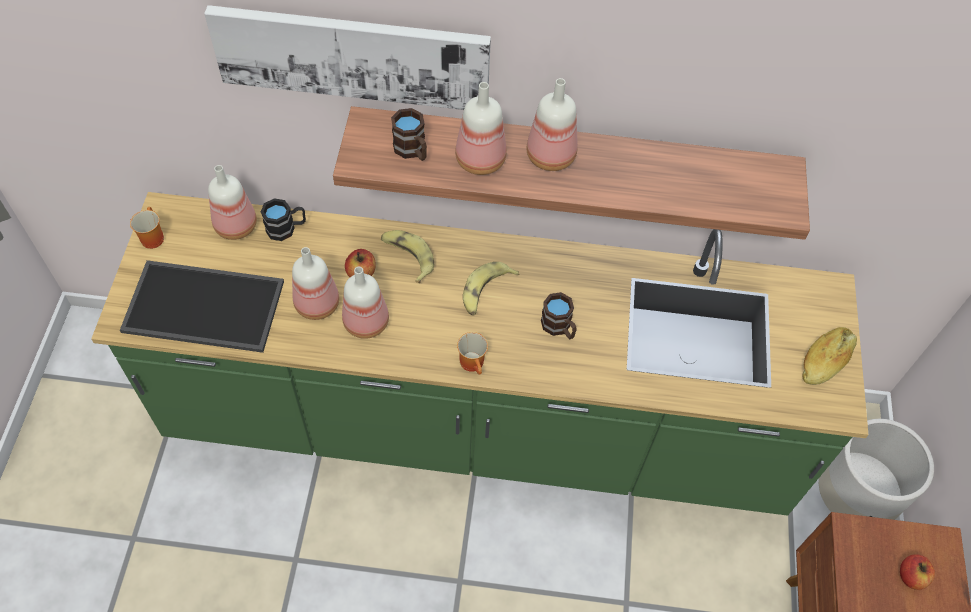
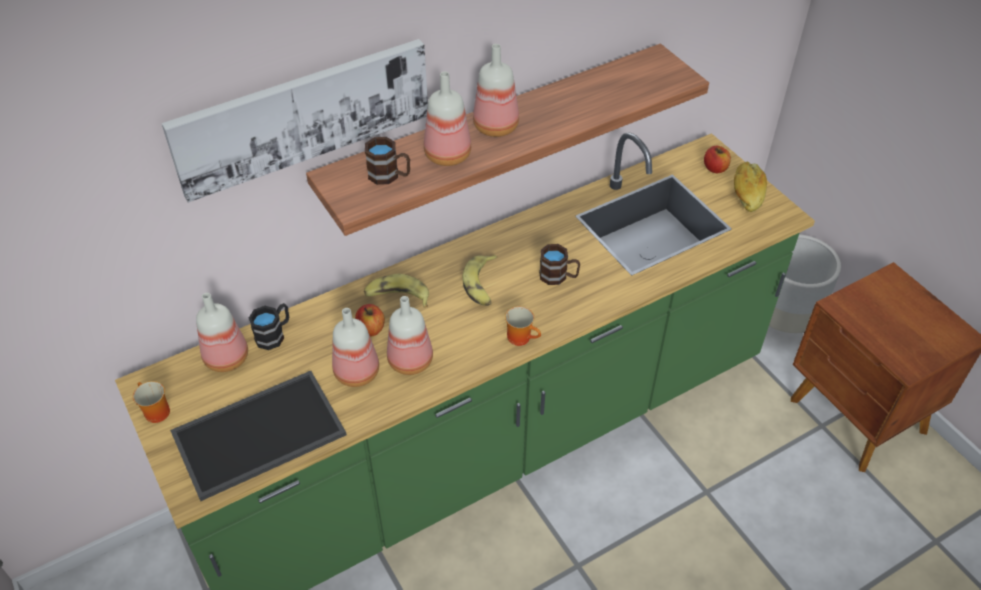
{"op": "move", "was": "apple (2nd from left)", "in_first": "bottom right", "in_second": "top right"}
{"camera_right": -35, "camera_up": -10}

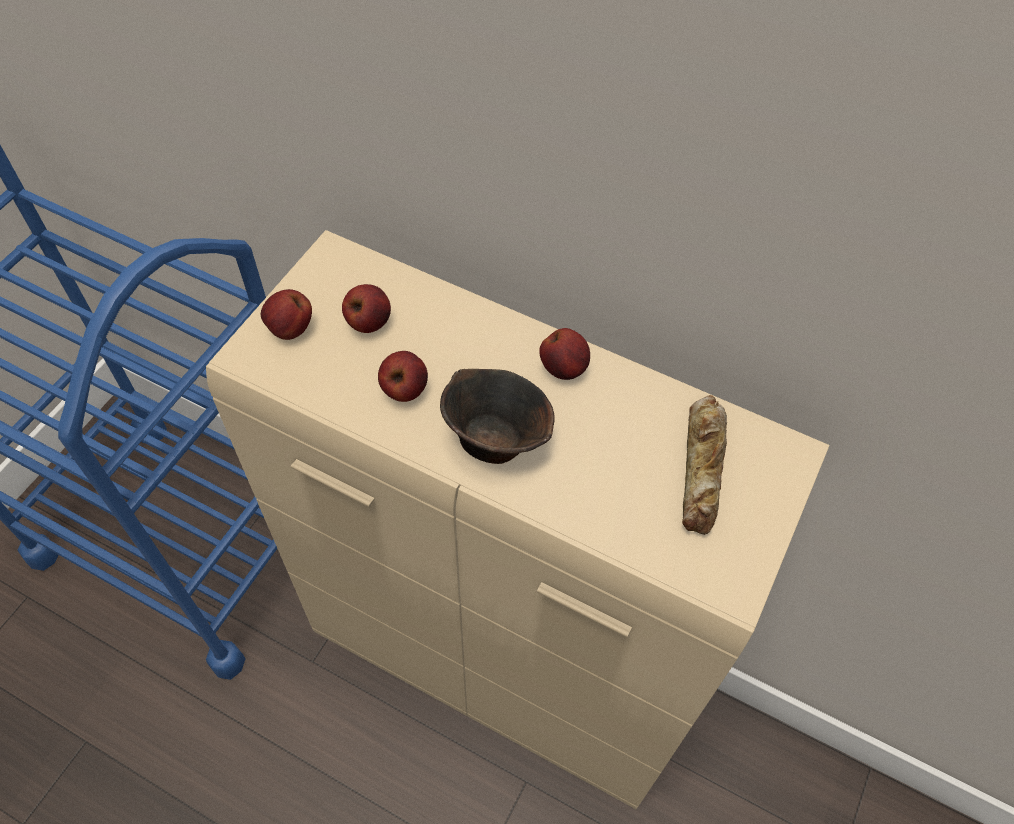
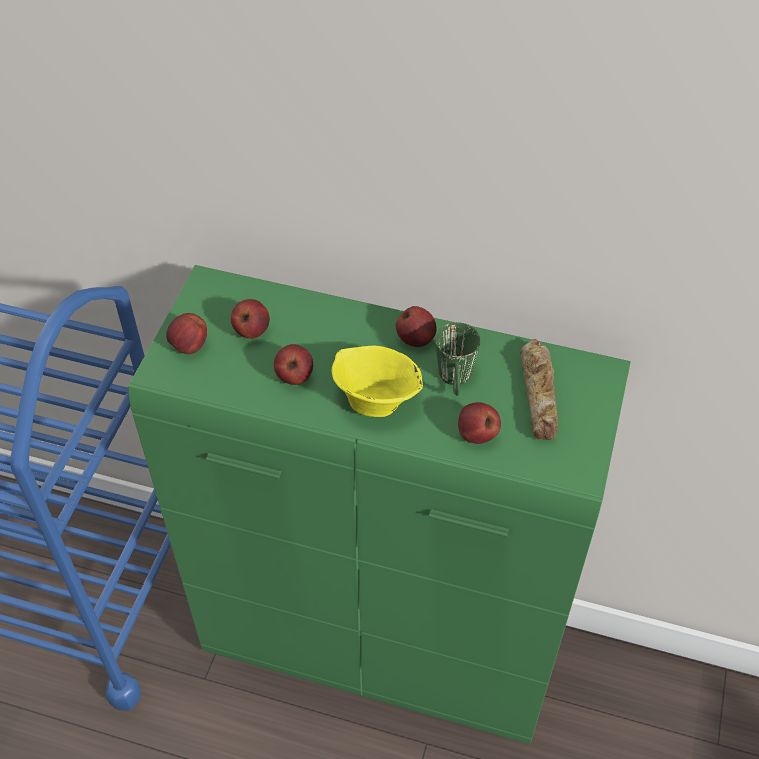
{"op": "recolor", "was": "cabinet in beige", "now": "cabinet in green", "in_first": "centre", "in_second": "centre"}
{"op": "recolor", "was": "bowl in brown", "now": "bowl in yellow", "in_first": "centre", "in_second": "centre"}
{"op": "insert", "now": "mug in green", "in_second": "centre"}
{"op": "insert", "now": "apple (5th from left)", "in_second": "centre"}
{"camera_right": -10, "camera_up": -5}

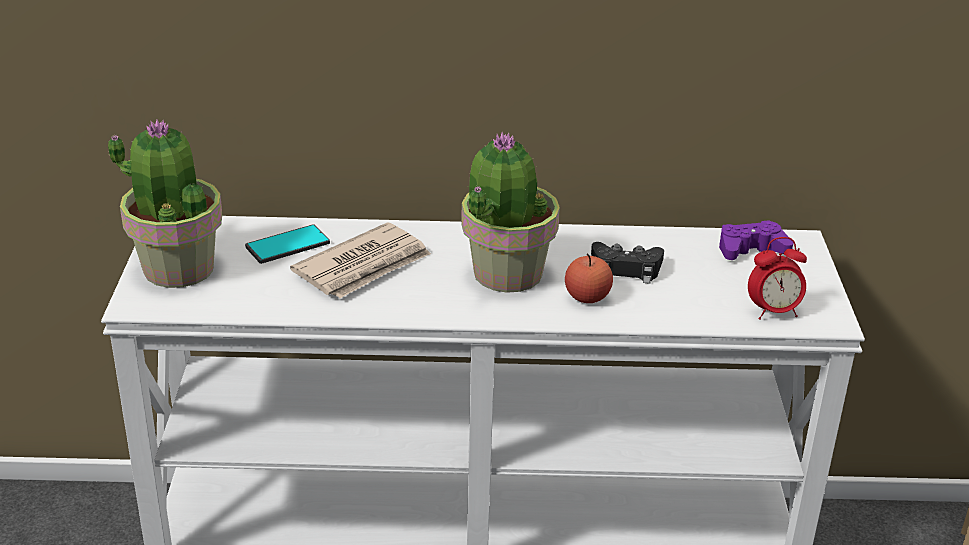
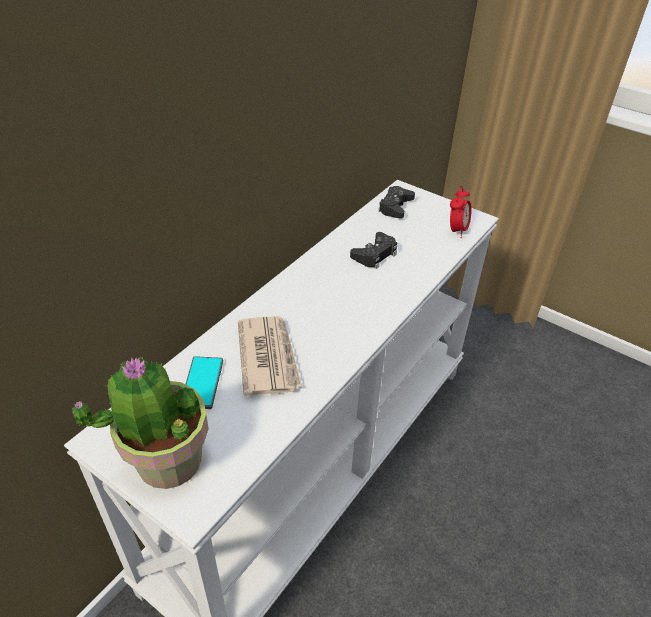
{"op": "delete", "was": "potted plant (2nd from left)", "in_first": "centre"}
{"op": "delete", "was": "apple", "in_first": "centre"}
{"op": "recolor", "was": "game controller in purple", "now": "game controller in black (2nd from left)", "in_first": "middle right", "in_second": "top centre"}
{"camera_right": -55, "camera_up": 10}

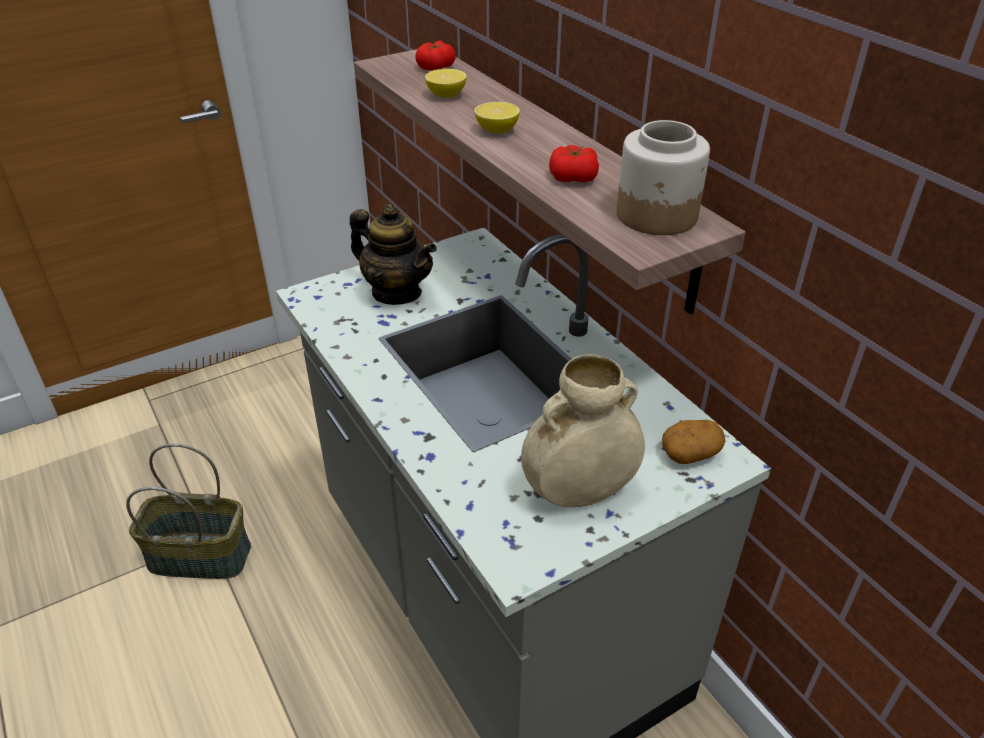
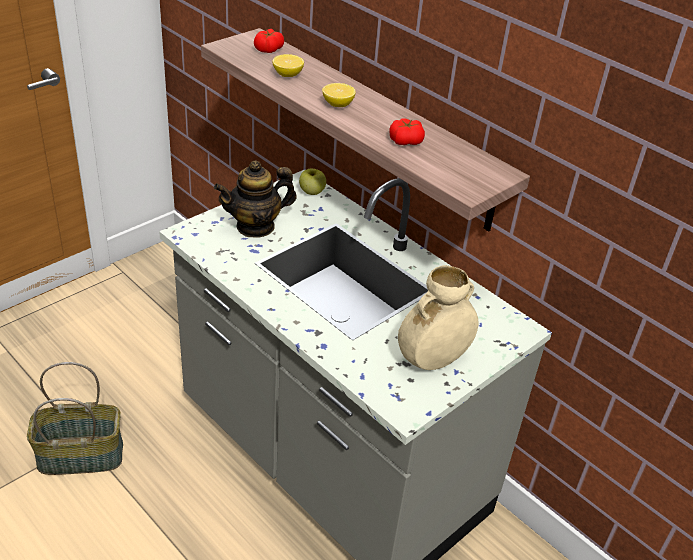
{"op": "rotate", "was": "teapot", "in_first": "centre", "in_second": "centre", "clockwise": 135}
{"op": "delete", "was": "jar", "in_first": "top right"}
{"op": "delete", "was": "potato", "in_first": "middle right"}
{"op": "insert", "now": "apple", "in_second": "top centre"}
{"camera_right": -15, "camera_up": 0}

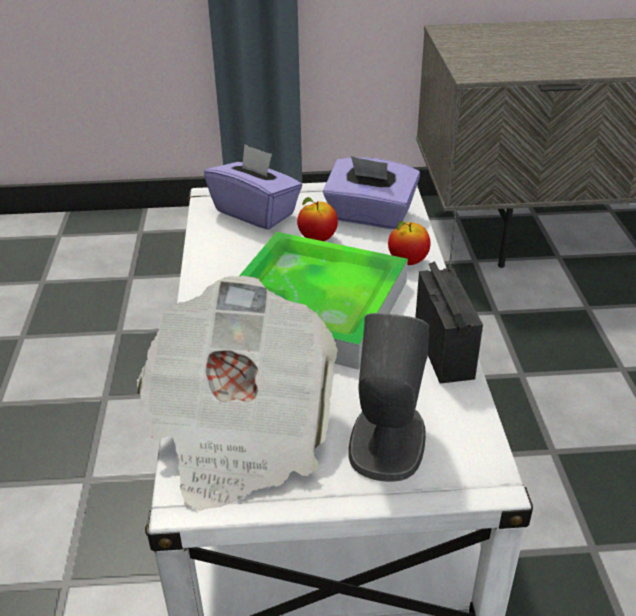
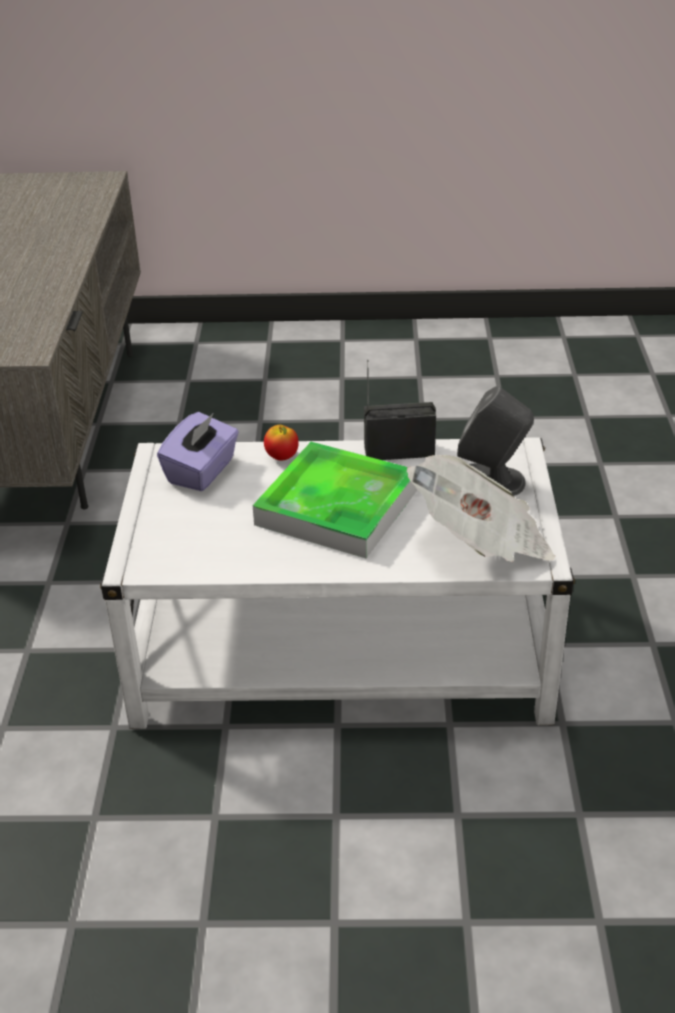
{"op": "delete", "was": "tissue box in purple (1st from left)", "in_first": "top centre"}
{"op": "delete", "was": "apple (1st from left)", "in_first": "centre"}
{"camera_right": -85, "camera_up": 0}

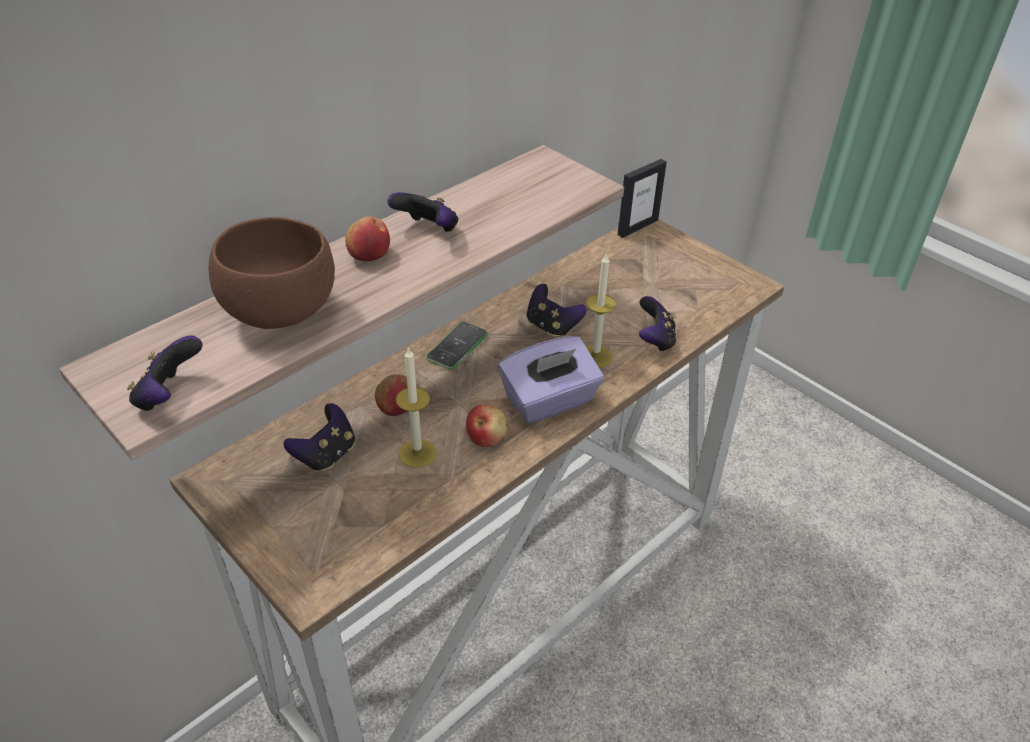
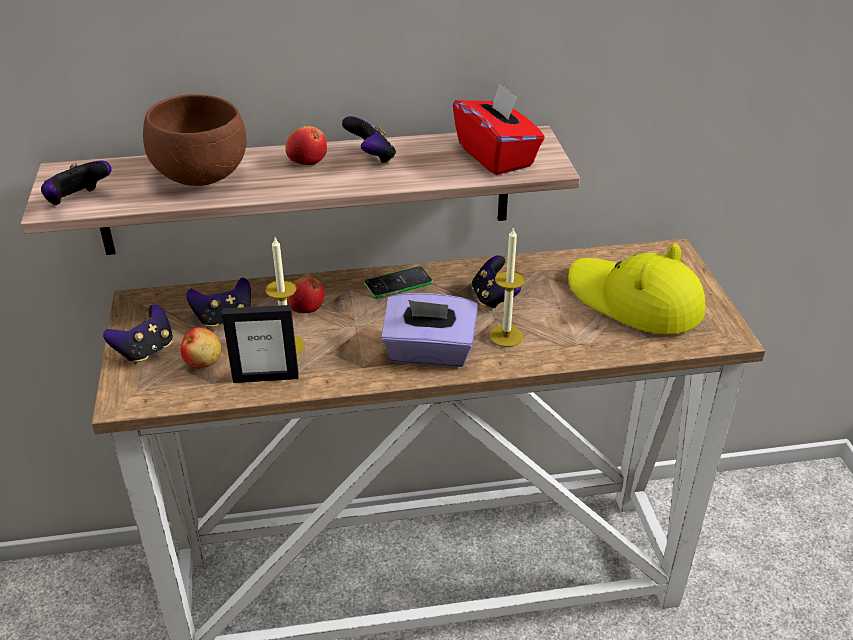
{"op": "move", "was": "apple (3rd from left in the first image)", "now": "apple (1st from left)", "in_first": "centre", "in_second": "middle left"}
{"op": "move", "was": "picture frame", "in_first": "top centre", "in_second": "middle left"}
{"op": "move", "was": "game controller (5th from left in the first image)", "now": "game controller (2nd from left)", "in_first": "centre", "in_second": "middle left"}
{"op": "insert", "now": "tissue box in red", "in_second": "top centre"}
{"op": "insert", "now": "hat in yellow", "in_second": "middle right"}
{"camera_right": 35, "camera_up": -5}

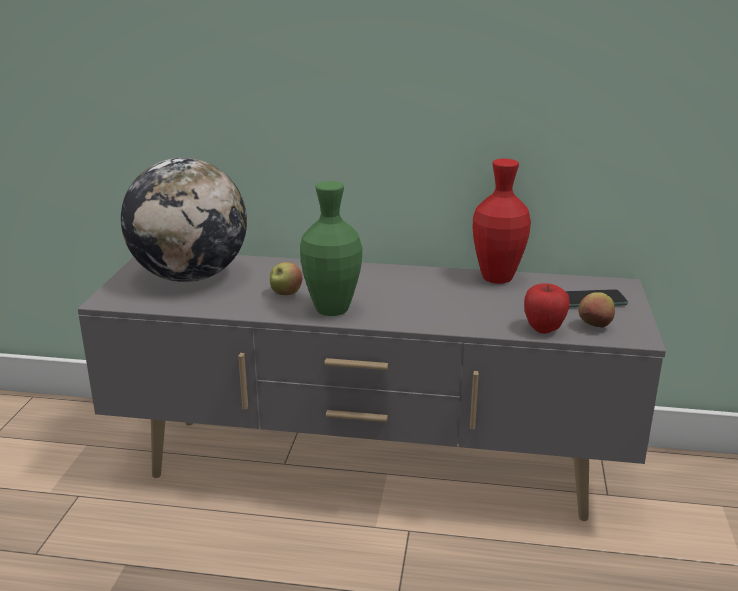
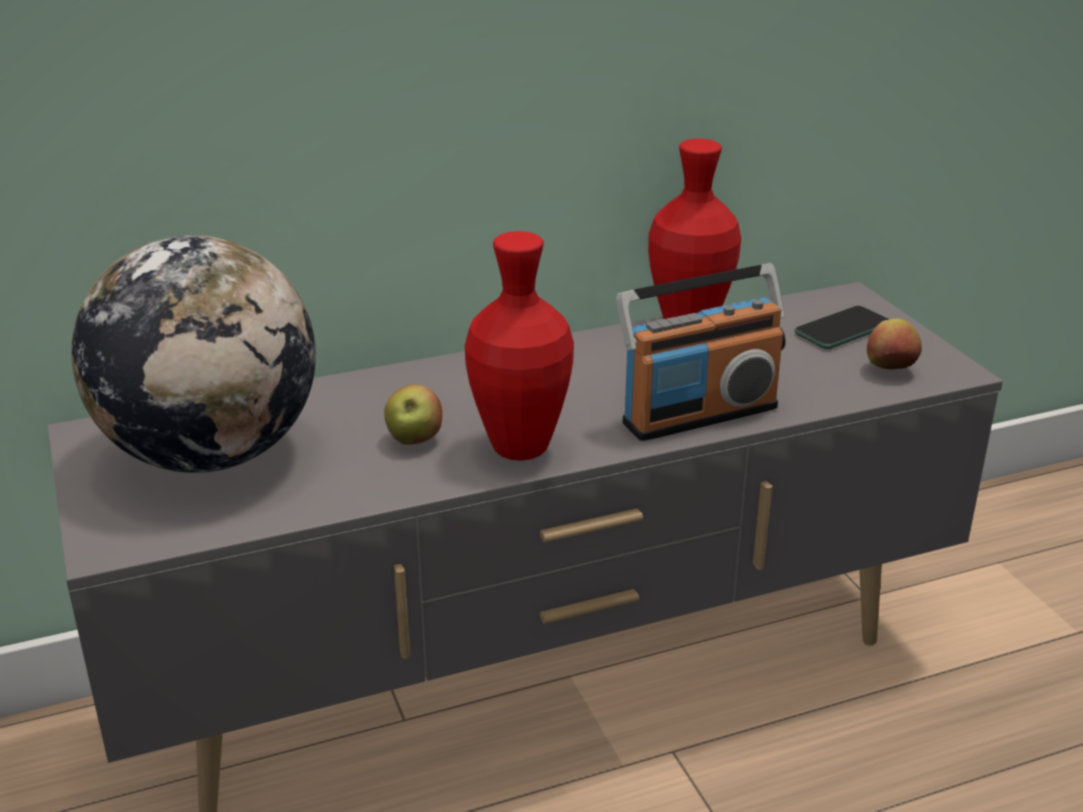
{"op": "recolor", "was": "vase in green", "now": "vase in red (1st from left)", "in_first": "centre", "in_second": "centre"}
{"op": "delete", "was": "apple (2nd from left)", "in_first": "middle right"}
{"op": "insert", "now": "radio", "in_second": "centre"}
{"camera_right": -30, "camera_up": 5}

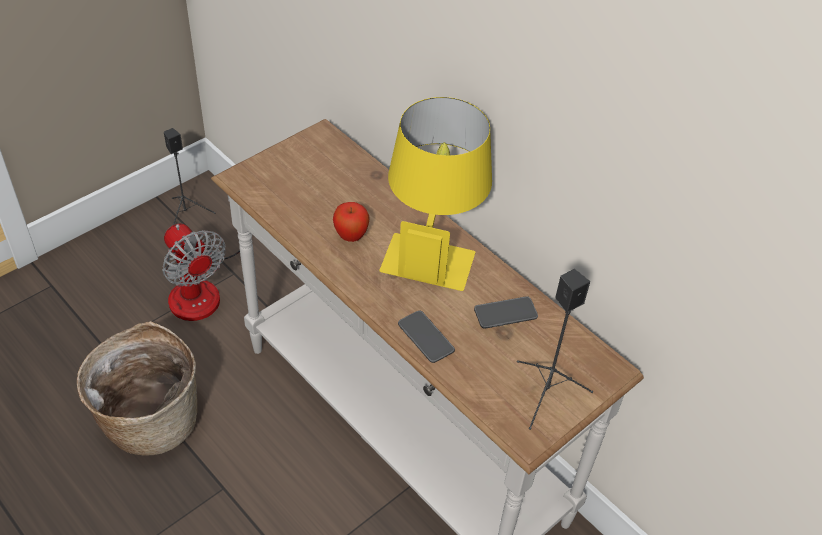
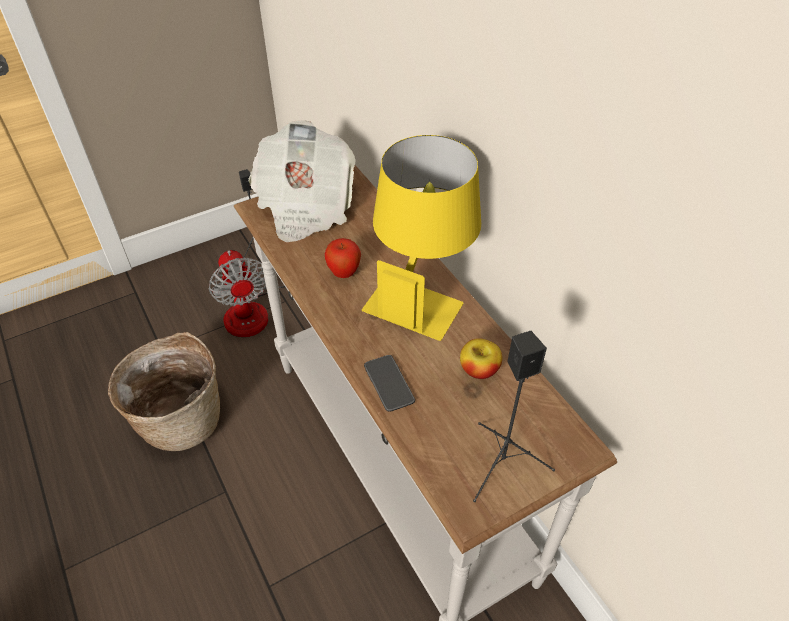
{"op": "replace", "was": "phone (2nd from left)", "now": "apple (2nd from left)", "in_first": "centre", "in_second": "centre"}
{"op": "insert", "now": "newspaper", "in_second": "top centre"}
{"camera_right": 15, "camera_up": 0}

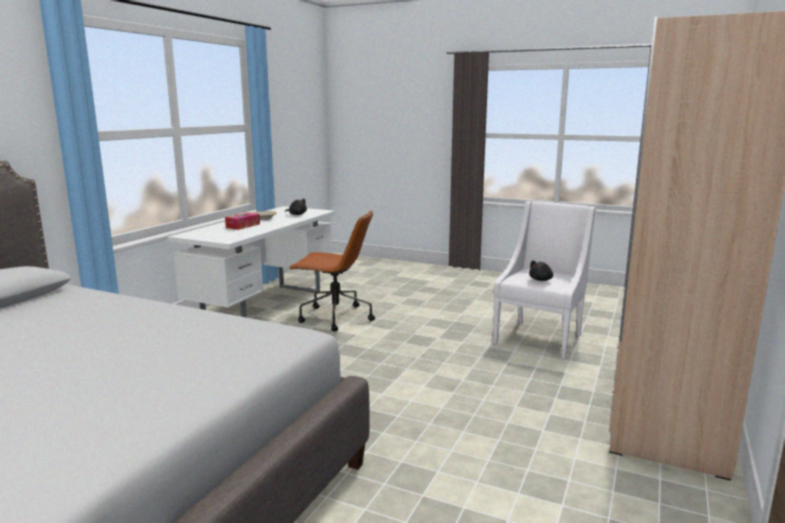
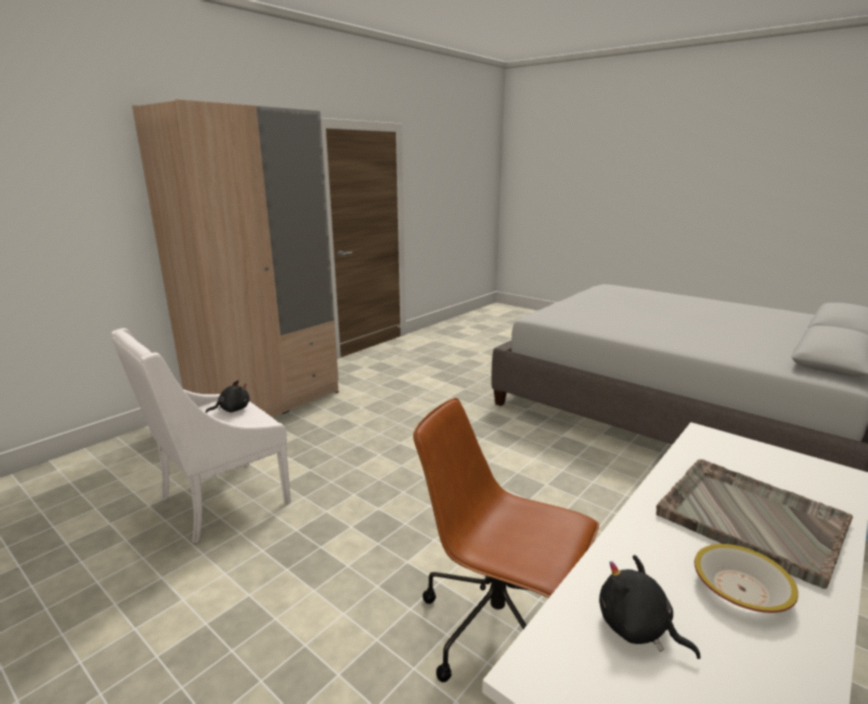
{"op": "replace", "was": "tissue box", "now": "tray in grey", "in_first": "middle left", "in_second": "bottom right"}
{"camera_right": -165, "camera_up": 5}

